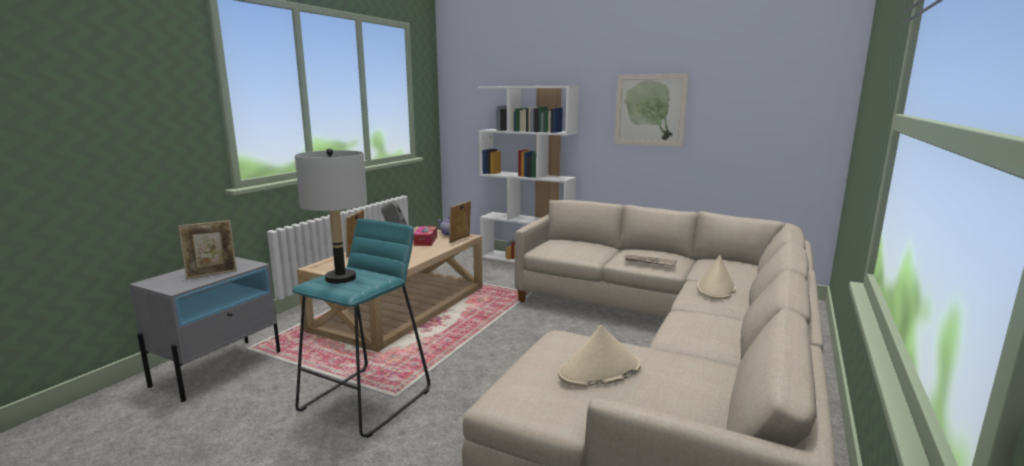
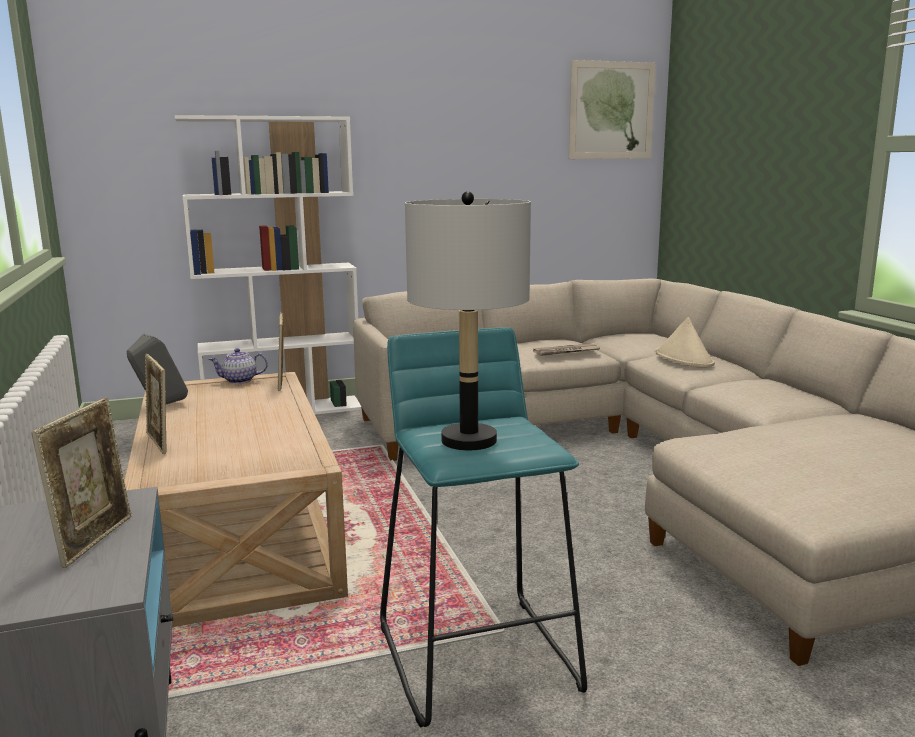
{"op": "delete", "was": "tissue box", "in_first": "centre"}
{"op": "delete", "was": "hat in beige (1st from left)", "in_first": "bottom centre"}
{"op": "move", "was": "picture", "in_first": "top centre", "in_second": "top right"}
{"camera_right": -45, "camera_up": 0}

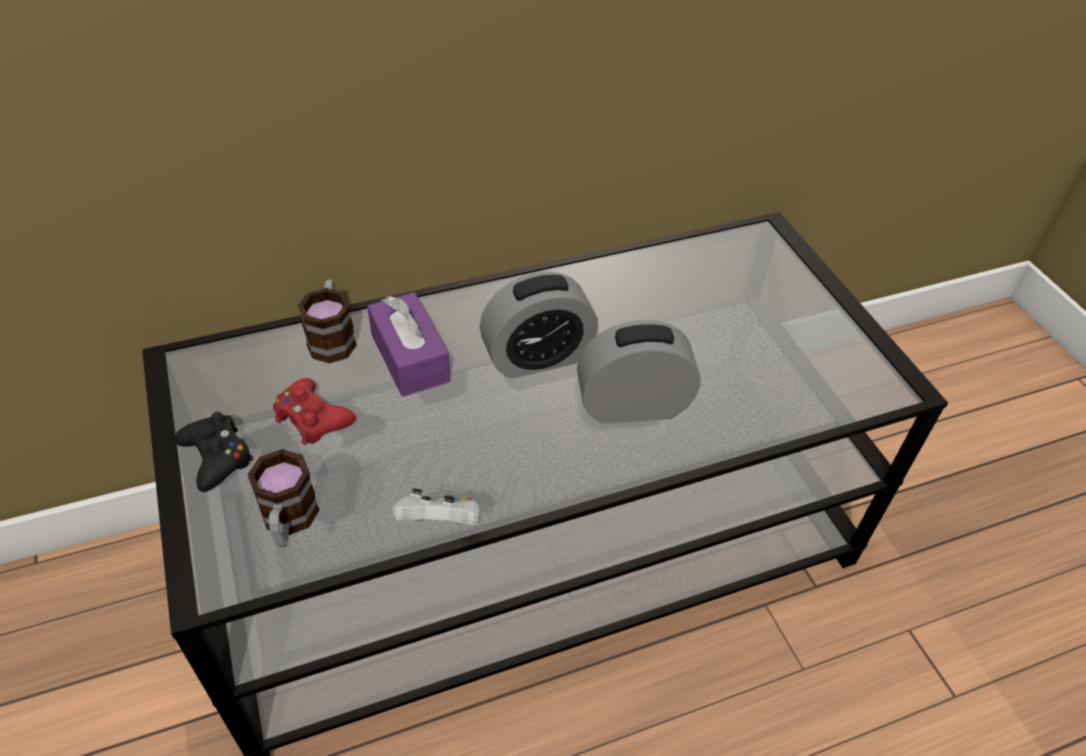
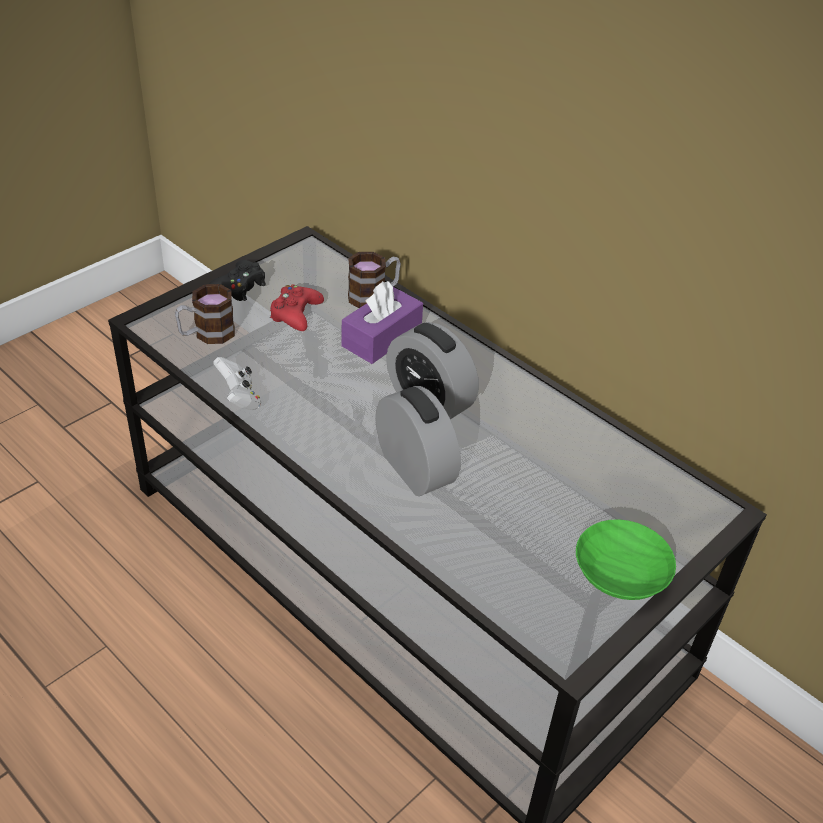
{"op": "insert", "now": "bowl in green", "in_second": "bottom right"}
{"camera_right": 65, "camera_up": -5}

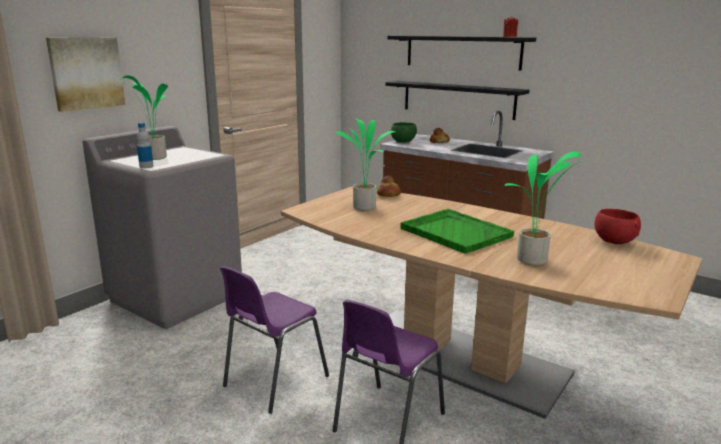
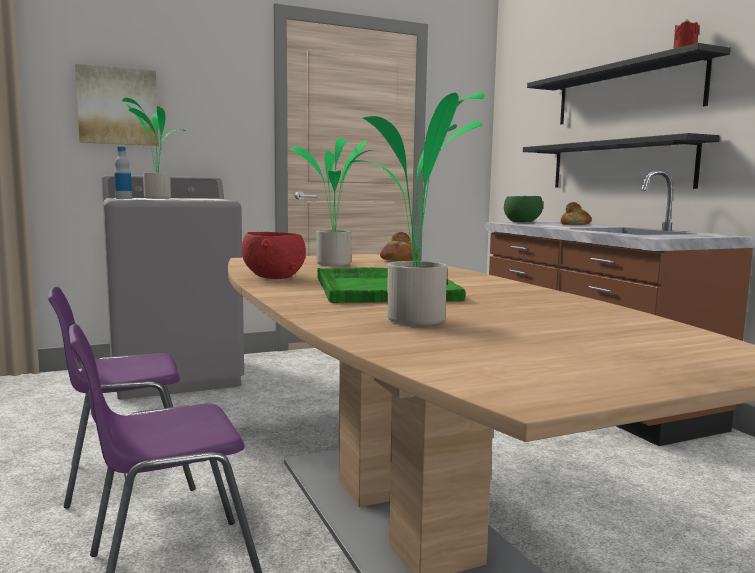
{"op": "move", "was": "bowl in red", "in_first": "middle right", "in_second": "centre"}
{"camera_right": 30, "camera_up": -10}

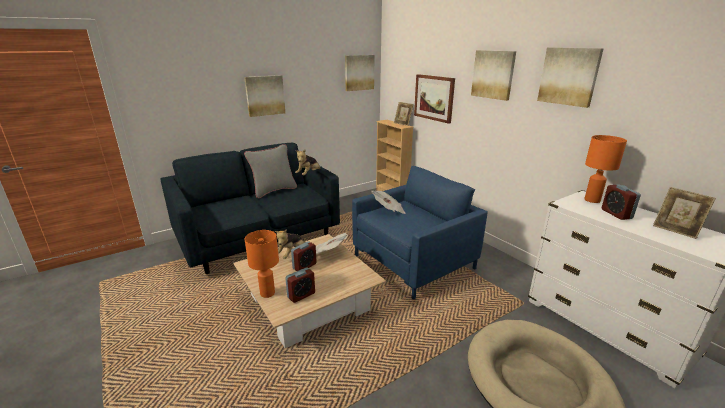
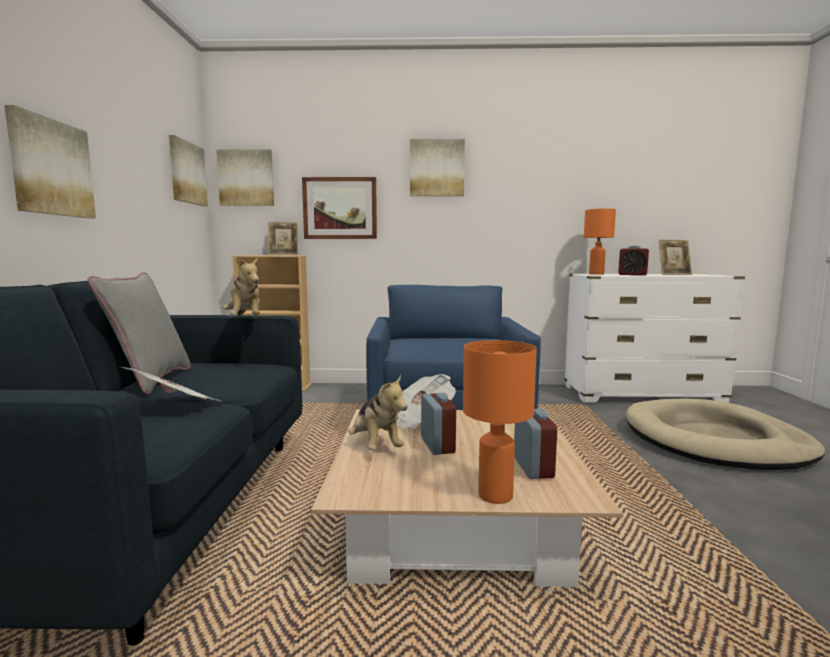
{"op": "move", "was": "newspaper (2nd from left in the first image)", "now": "newspaper (1st from left)", "in_first": "centre", "in_second": "middle left"}
{"op": "move", "was": "picture (5th from left in the first image)", "now": "picture (3rd from left)", "in_first": "top right", "in_second": "top left"}
{"camera_right": -55, "camera_up": -15}

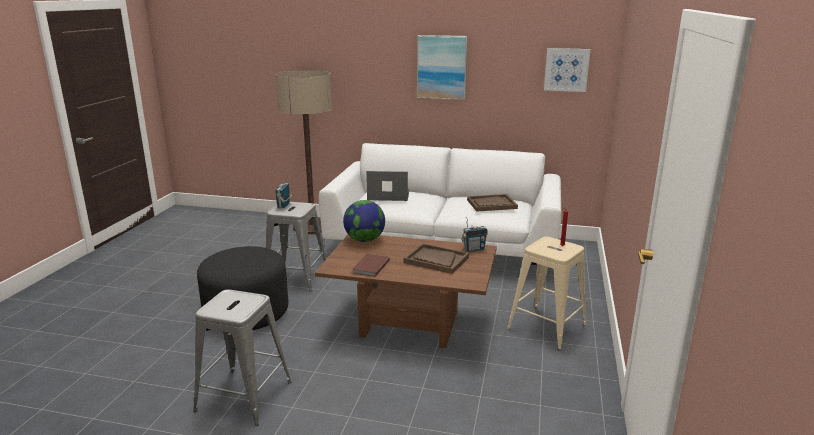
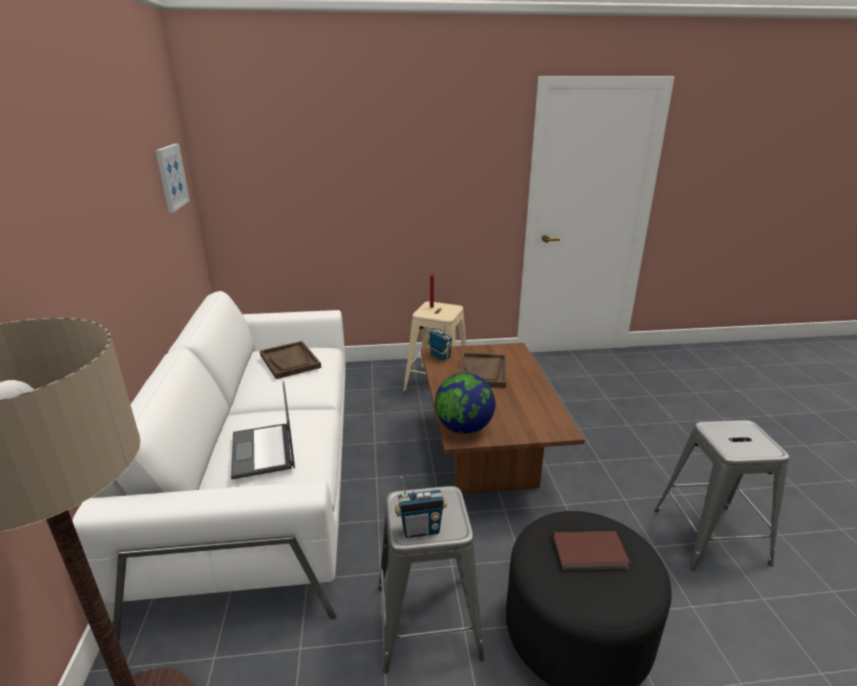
{"op": "move", "was": "book in brown", "in_first": "centre", "in_second": "bottom right"}
{"op": "delete", "was": "picture (1st from left)", "in_first": "top centre"}
{"camera_right": -110, "camera_up": 5}

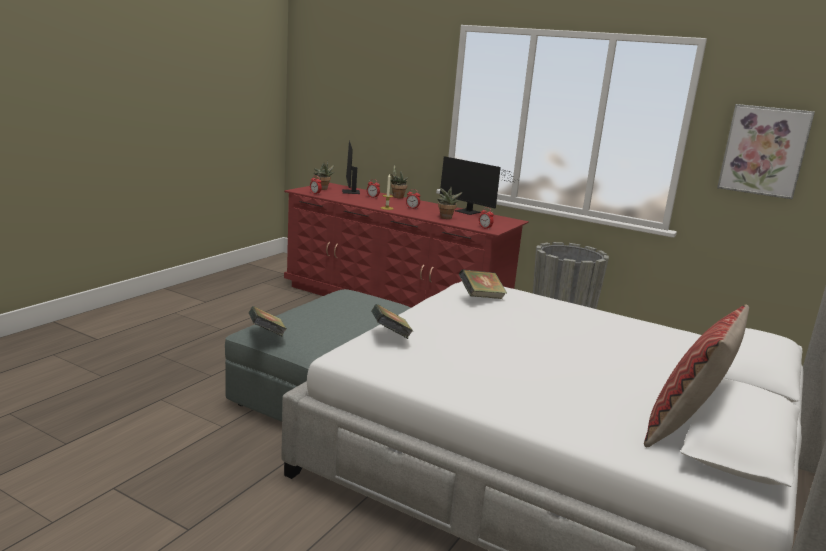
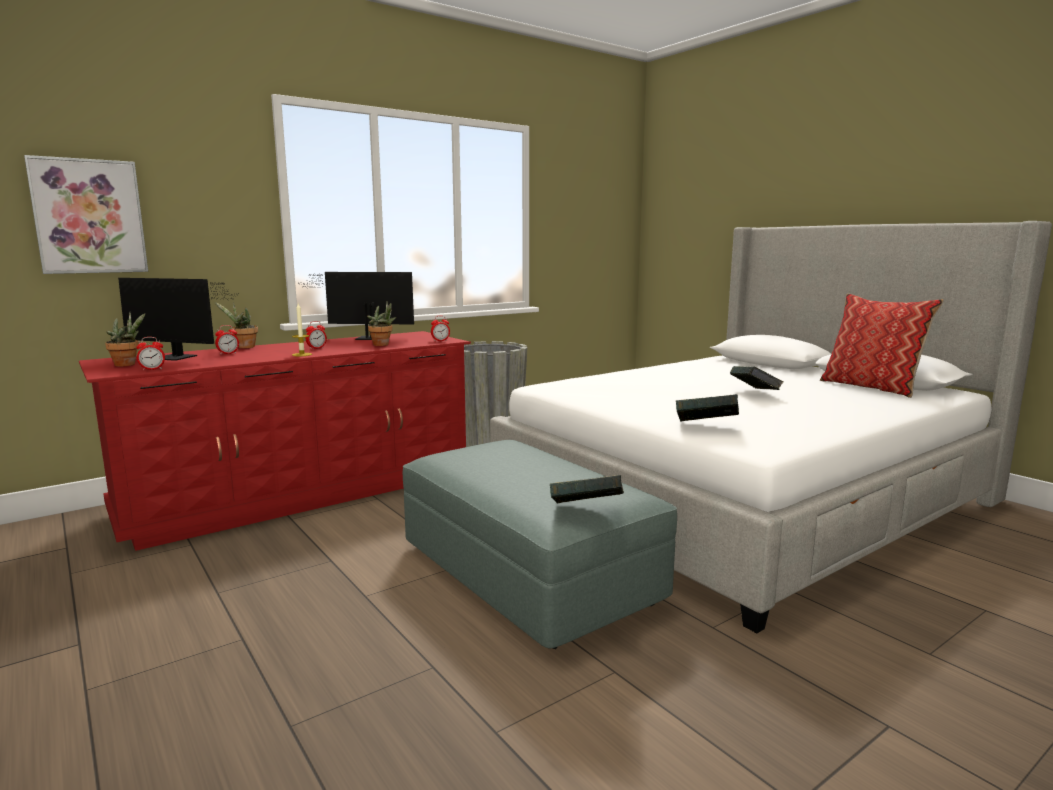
{"op": "rotate", "was": "monitor (2nd from left)", "in_first": "centre", "in_second": "centre", "clockwise": -150}
{"op": "move", "was": "book (3rd from left)", "in_first": "centre", "in_second": "middle right"}
{"op": "move", "was": "picture", "in_first": "top right", "in_second": "top left"}
{"camera_right": -65, "camera_up": -5}

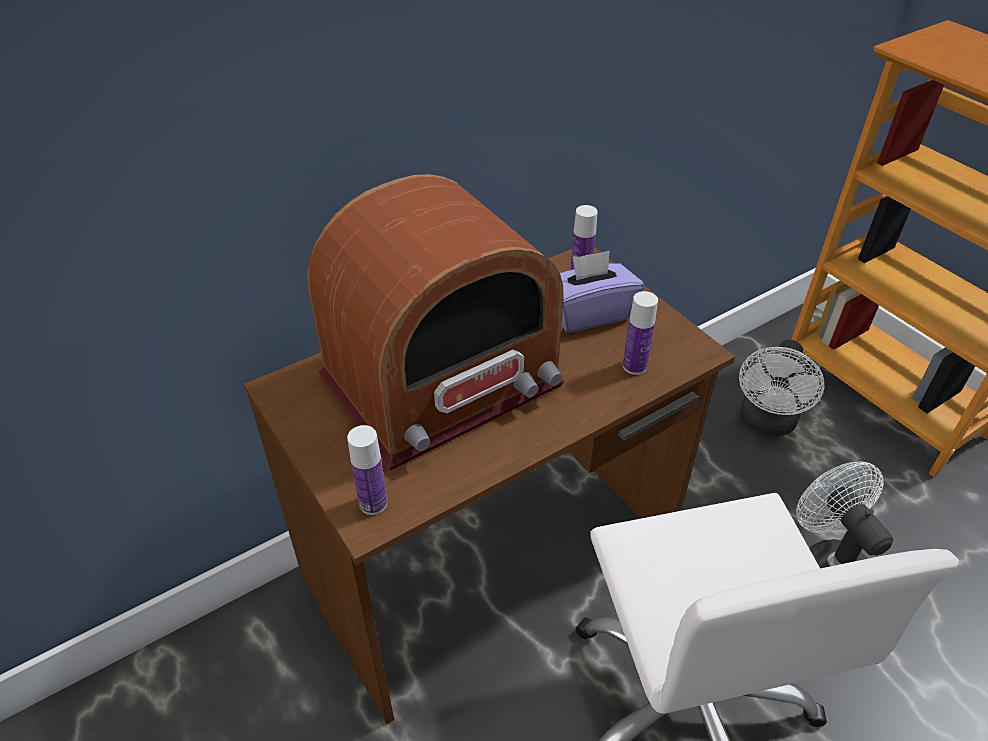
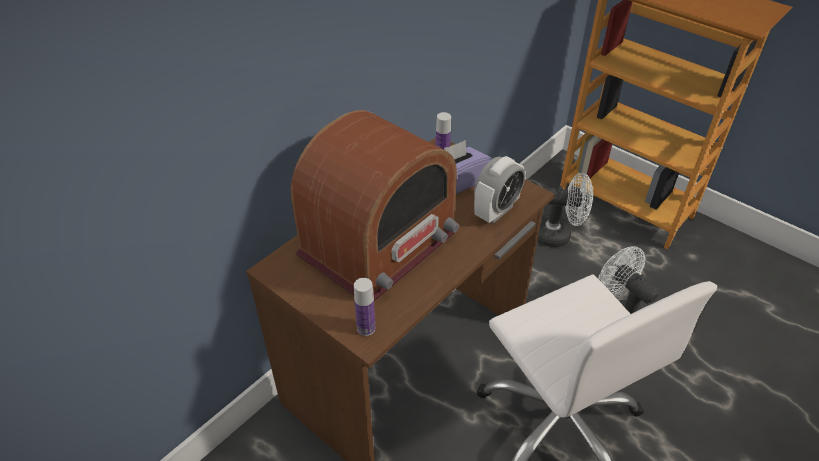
{"op": "replace", "was": "bottle (3rd from left)", "now": "alarm clock", "in_first": "centre", "in_second": "centre"}
{"op": "rotate", "was": "fan in white (1st from left)", "in_first": "middle right", "in_second": "middle right", "clockwise": -90}
{"camera_right": -15, "camera_up": 0}

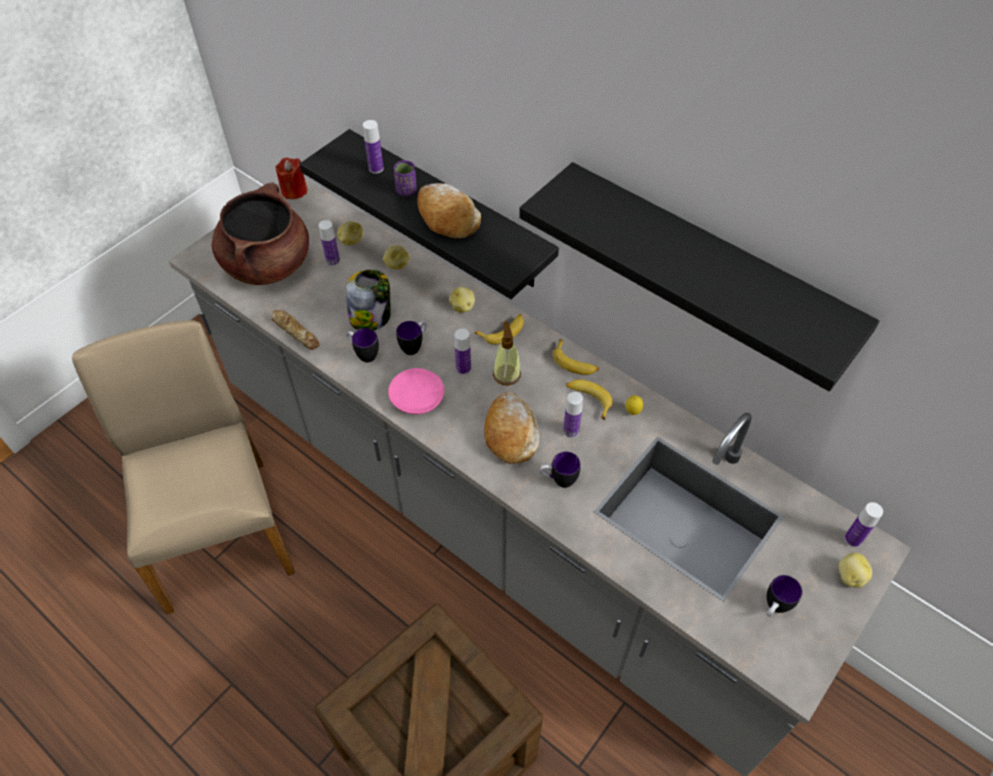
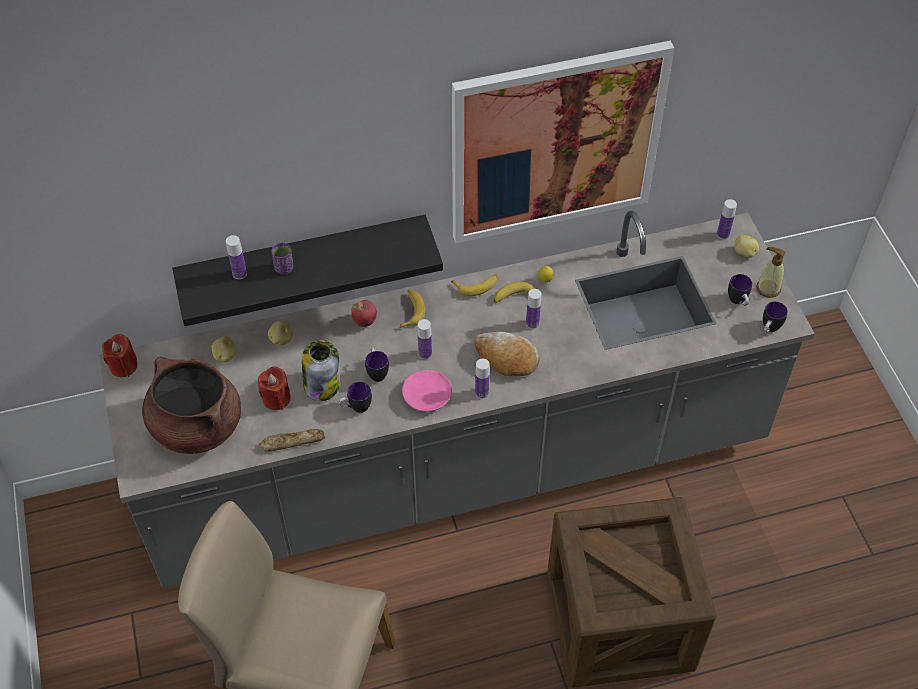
{"op": "move", "was": "bottle (1st from left in the first image)", "now": "bottle (3rd from left)", "in_first": "top left", "in_second": "centre"}
{"op": "delete", "was": "bread (2nd from left)", "in_first": "top centre"}
{"op": "replace", "was": "potato (3rd from left)", "now": "apple", "in_first": "centre", "in_second": "centre"}
{"op": "move", "was": "soap dispenser", "in_first": "centre", "in_second": "middle right"}
{"op": "replace", "was": "shelf in black (2nd from left)", "now": "picture", "in_first": "middle right", "in_second": "top centre"}
{"op": "move", "was": "mug (3rd from left in the first image)", "now": "mug (4th from left)", "in_first": "centre", "in_second": "middle right"}
{"op": "insert", "now": "candle in red (2nd from left)", "in_second": "middle left"}
{"camera_right": -55, "camera_up": 0}

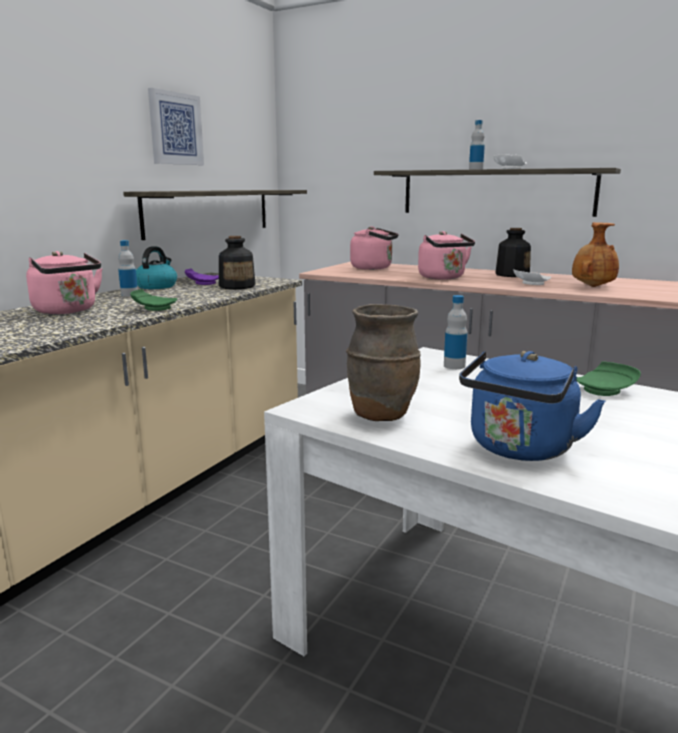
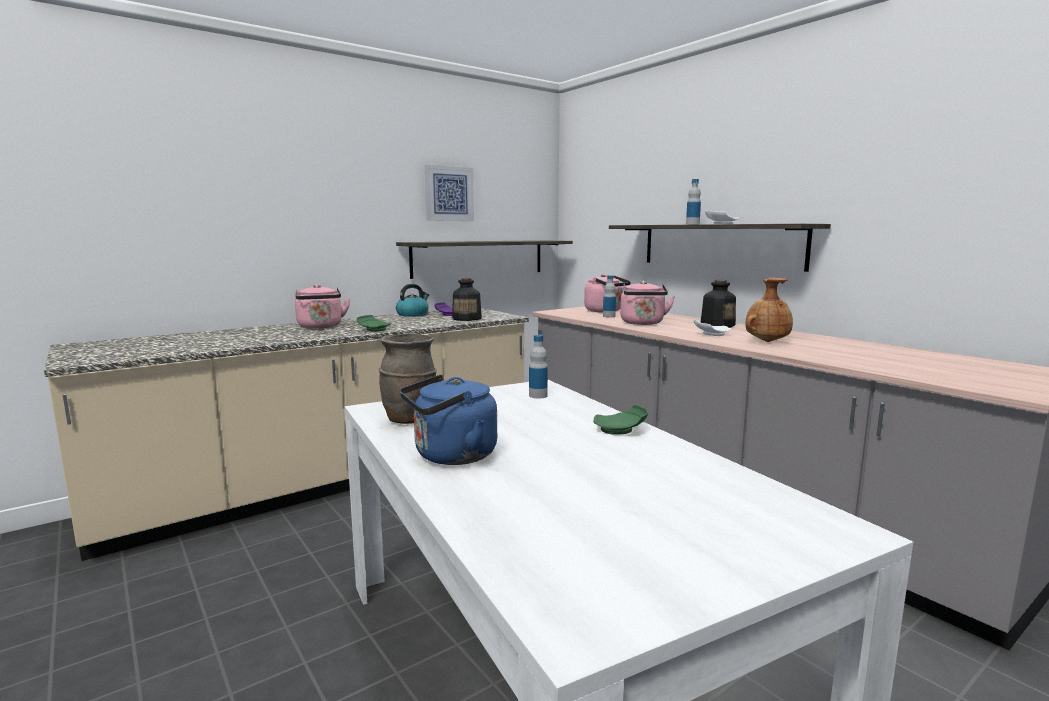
{"op": "move", "was": "bottle (1st from left in the first image)", "now": "bottle (3rd from left)", "in_first": "middle left", "in_second": "centre"}
{"camera_right": 25, "camera_up": -5}

